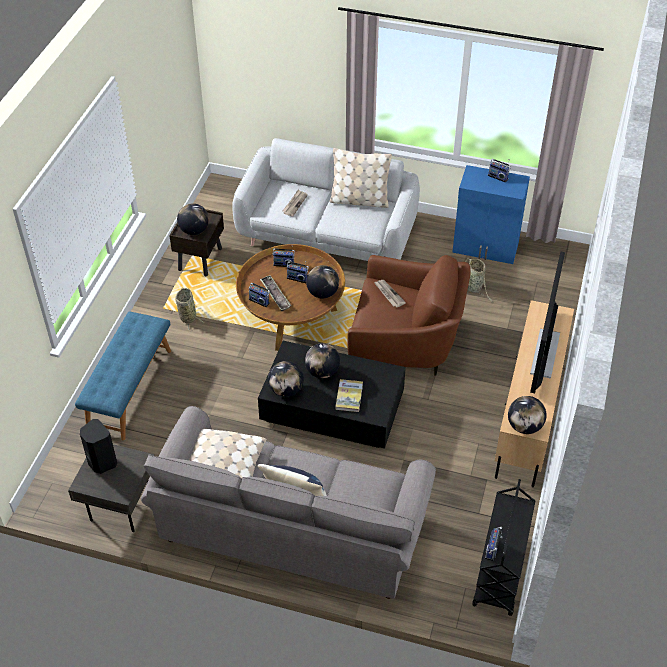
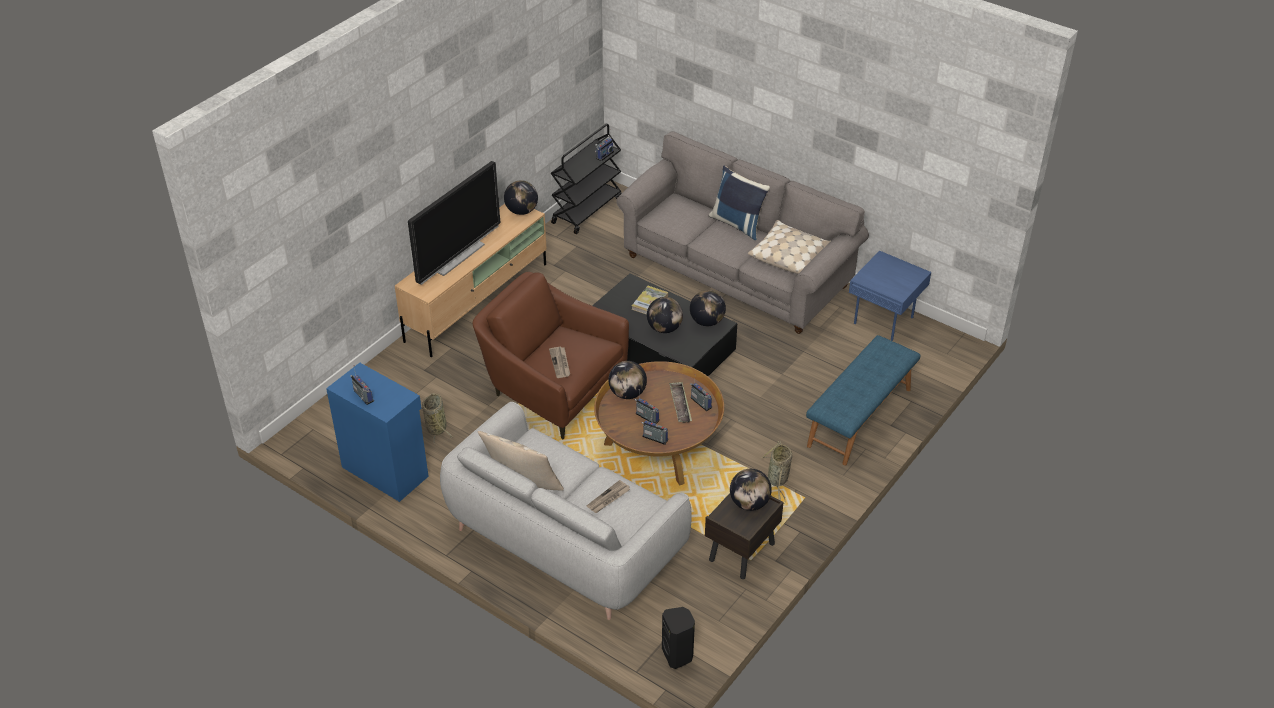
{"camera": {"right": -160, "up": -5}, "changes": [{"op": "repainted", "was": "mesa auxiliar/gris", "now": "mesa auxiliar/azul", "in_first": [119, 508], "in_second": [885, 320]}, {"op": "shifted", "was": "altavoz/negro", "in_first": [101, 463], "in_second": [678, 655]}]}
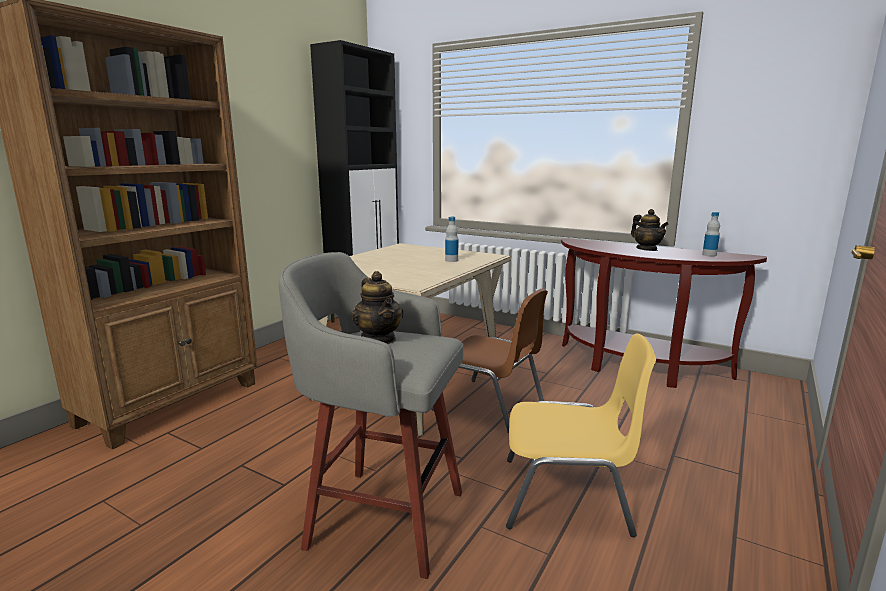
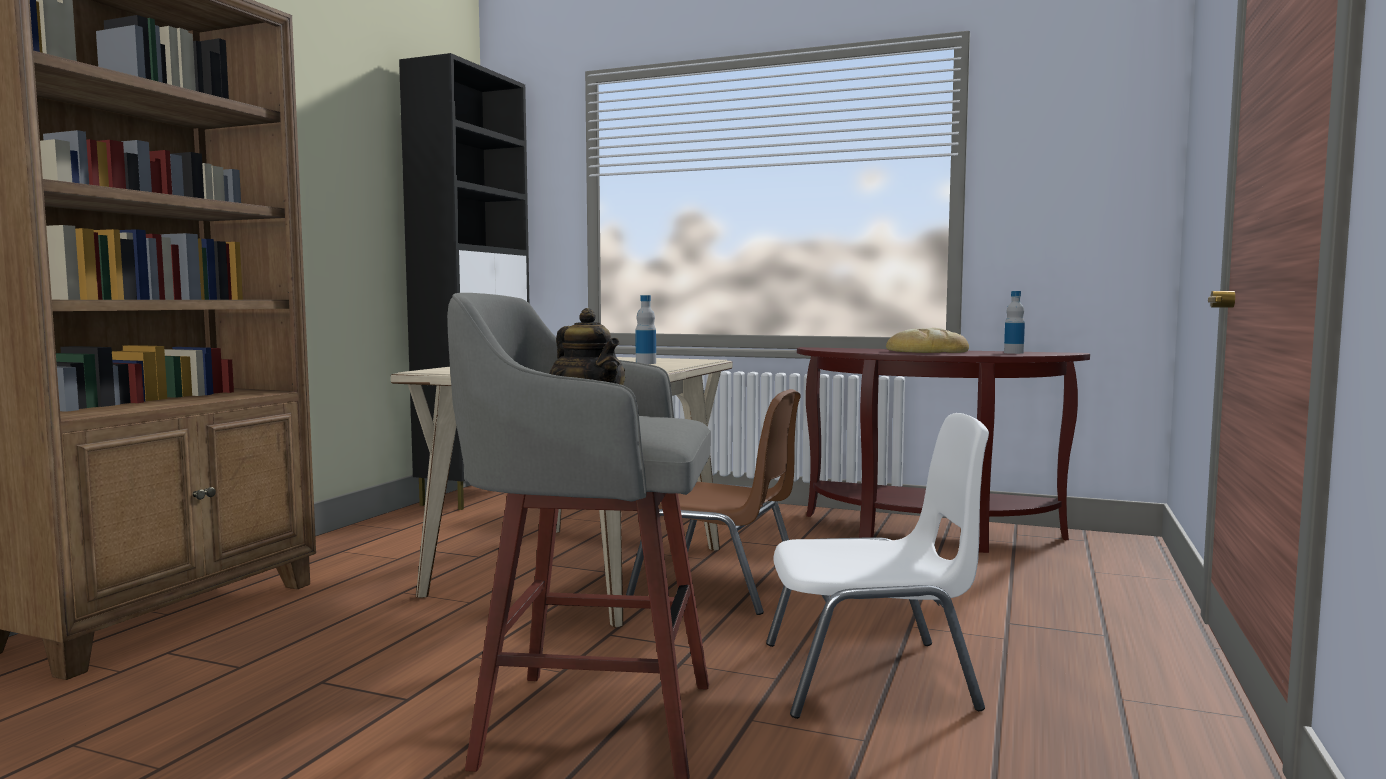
{"camera": {"right": -10, "up": -10}, "changes": [{"op": "repainted", "was": "silla/amarillo", "now": "silla/blanco", "in_first": [567, 496], "in_second": [871, 677]}, {"op": "swapped", "was": "tetera", "now": "pan", "in_first": [647, 249], "in_second": [925, 351]}]}
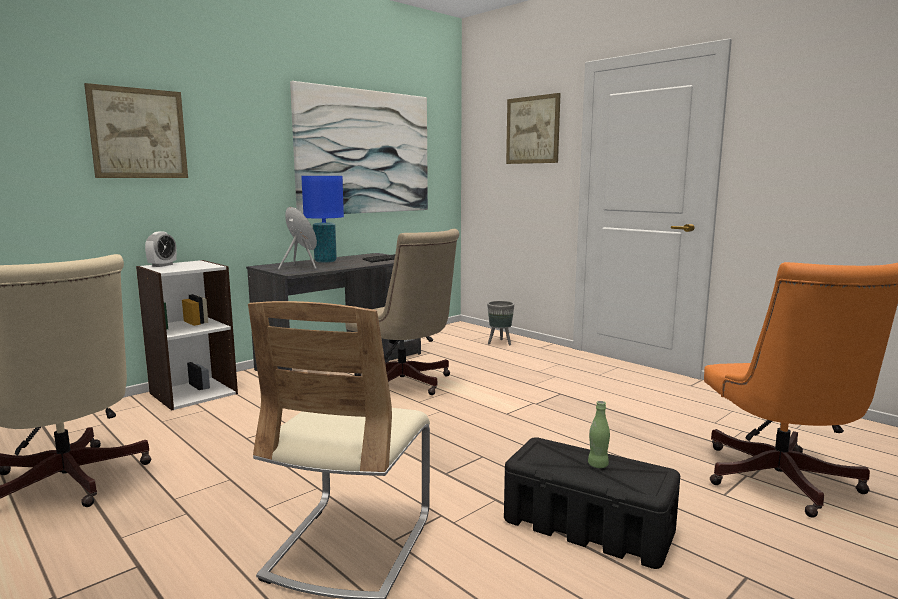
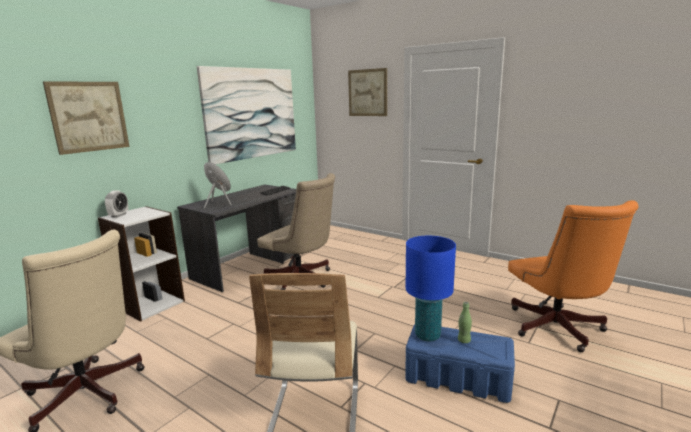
{"camera": {"right": -10, "up": 5}, "changes": [{"op": "shifted", "was": "lámpara de mesa/azul", "in_first": [325, 261], "in_second": [427, 335]}, {"op": "gone", "was": "maceta/gris", "in_first": [499, 343]}, {"op": "repainted", "was": "caja de almacenaje/negro", "now": "caja de almacenaje/azul", "in_first": [589, 526], "in_second": [458, 377]}]}
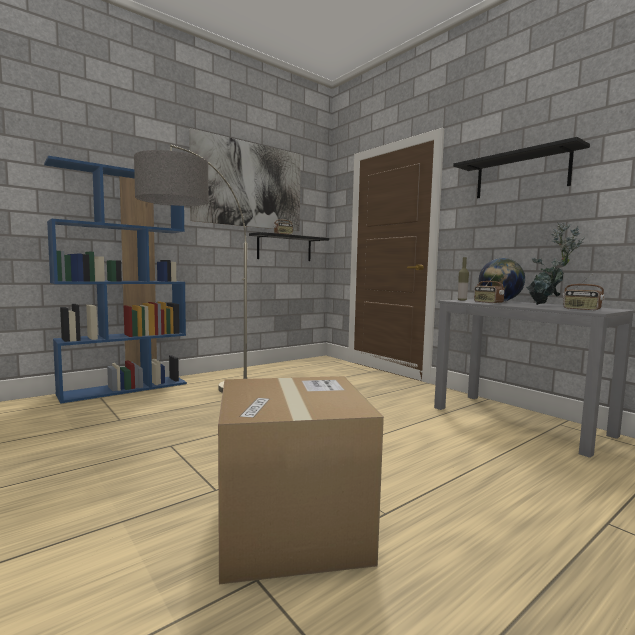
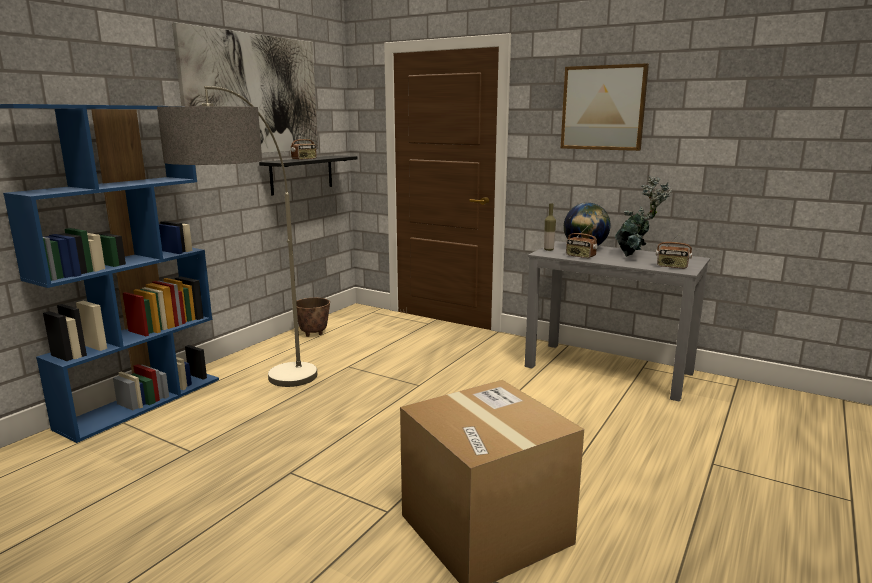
{"camera": {"right": -20, "up": 10}, "changes": [{"op": "swapped", "was": "estante/negro", "now": "cuadro", "in_first": [521, 175], "in_second": [603, 108]}, {"op": "new", "now": "maceta", "in_second": [313, 333]}]}
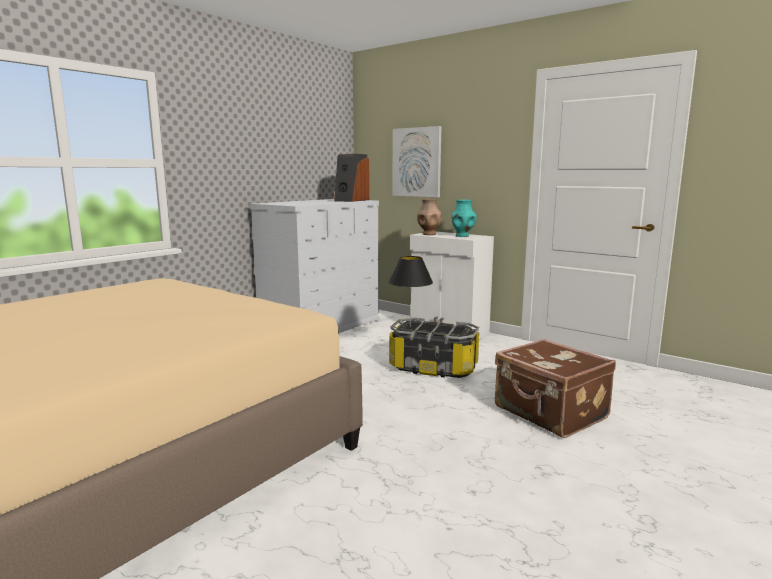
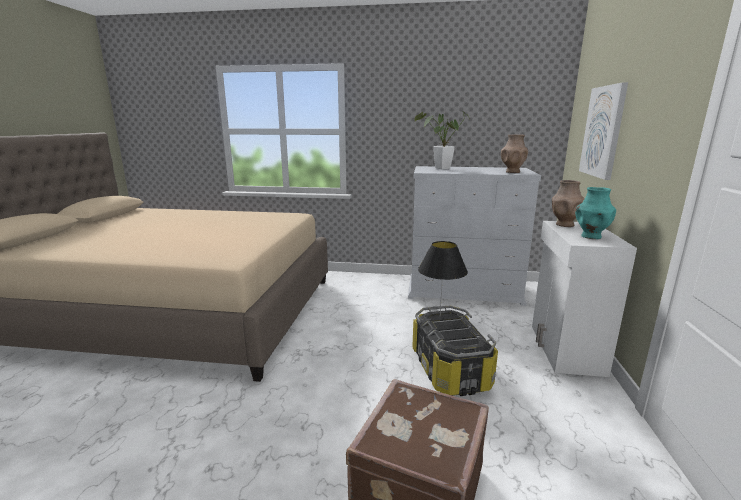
{"camera": {"right": 60, "up": 5}, "changes": [{"op": "swapped", "was": "altavoz", "now": "florero/marrón", "in_first": [351, 200], "in_second": [512, 172]}, {"op": "new", "now": "planta en maceta", "in_second": [439, 168]}]}
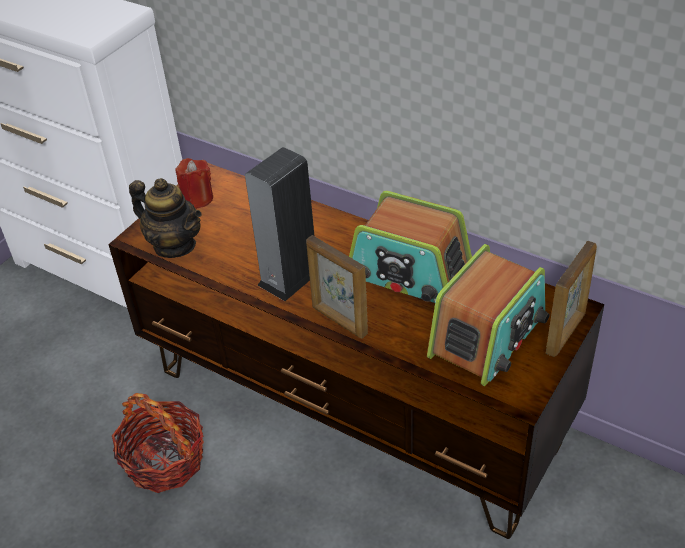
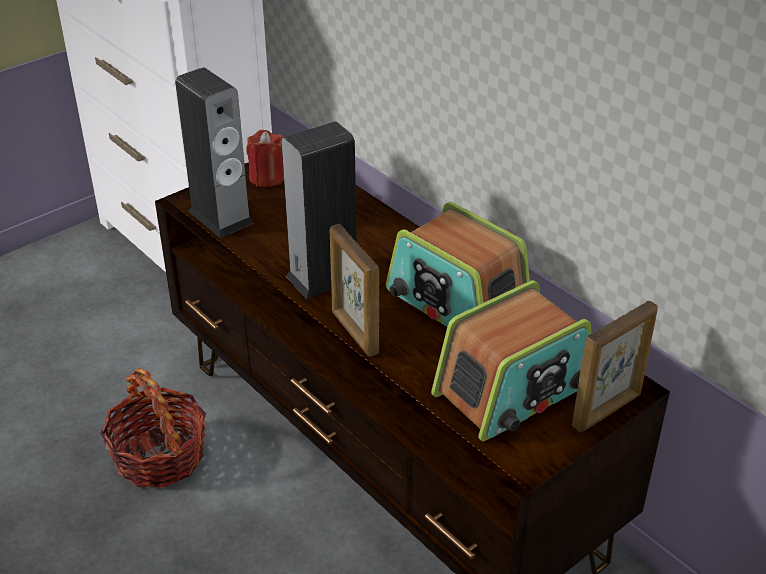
{"camera": {"right": 15, "up": -5}, "changes": [{"op": "swapped", "was": "tetera", "now": "altavoz", "in_first": [174, 245], "in_second": [220, 217]}]}
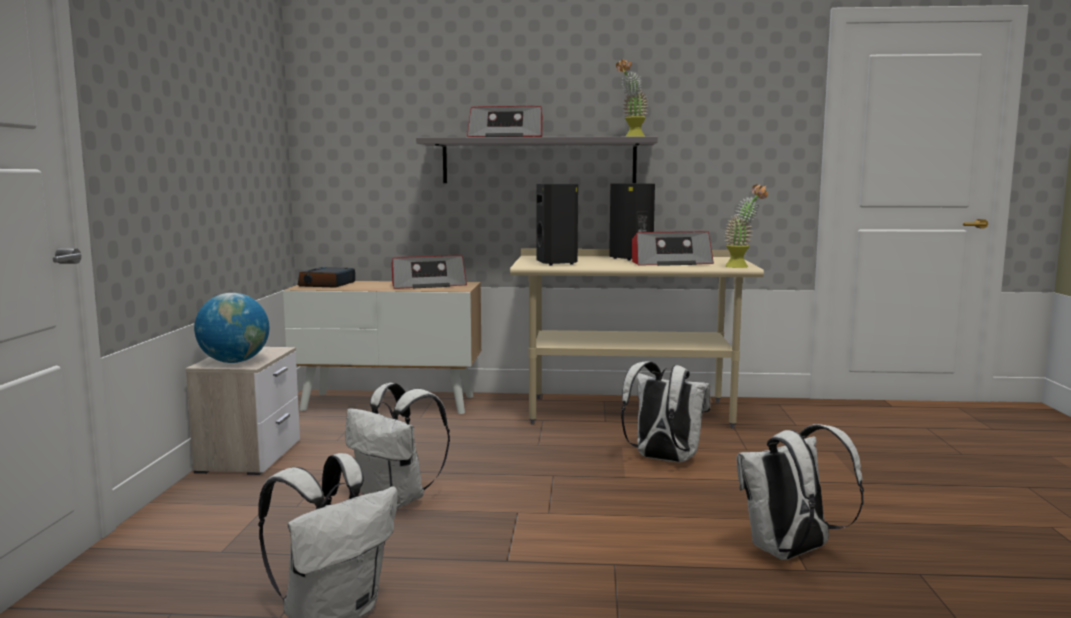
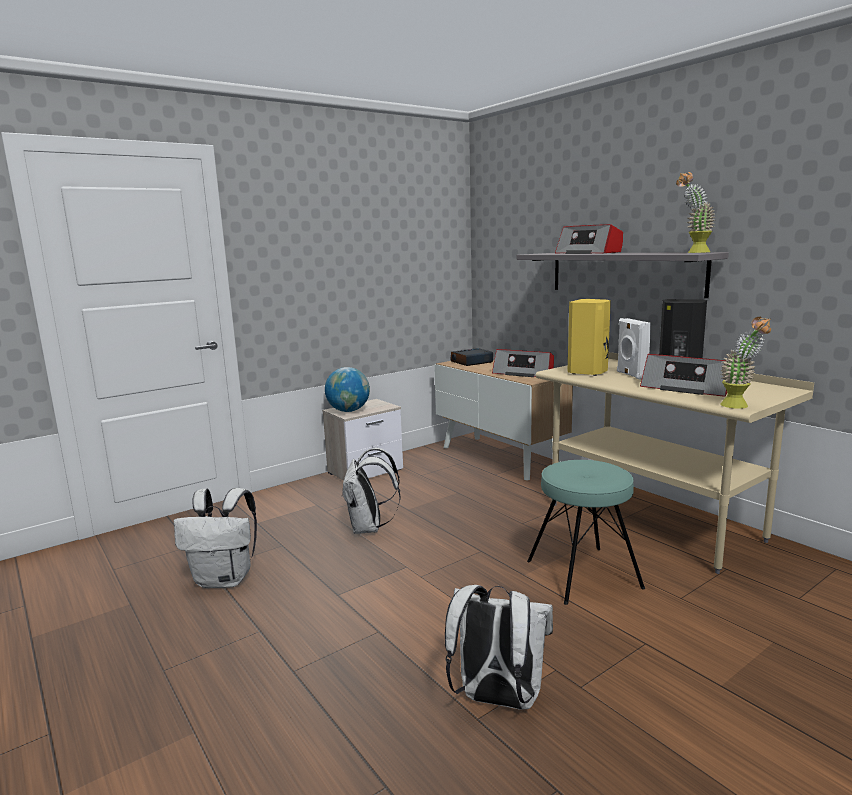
{"camera": {"right": 50, "up": 5}, "changes": [{"op": "repainted", "was": "altavoz/negro", "now": "altavoz/amarillo", "in_first": [557, 263], "in_second": [588, 372]}, {"op": "swapped", "was": "mochila/blanco", "now": "taburete/turquesa", "in_first": [663, 460], "in_second": [583, 574]}, {"op": "new", "now": "altavoz/blanco", "in_second": [630, 375]}]}
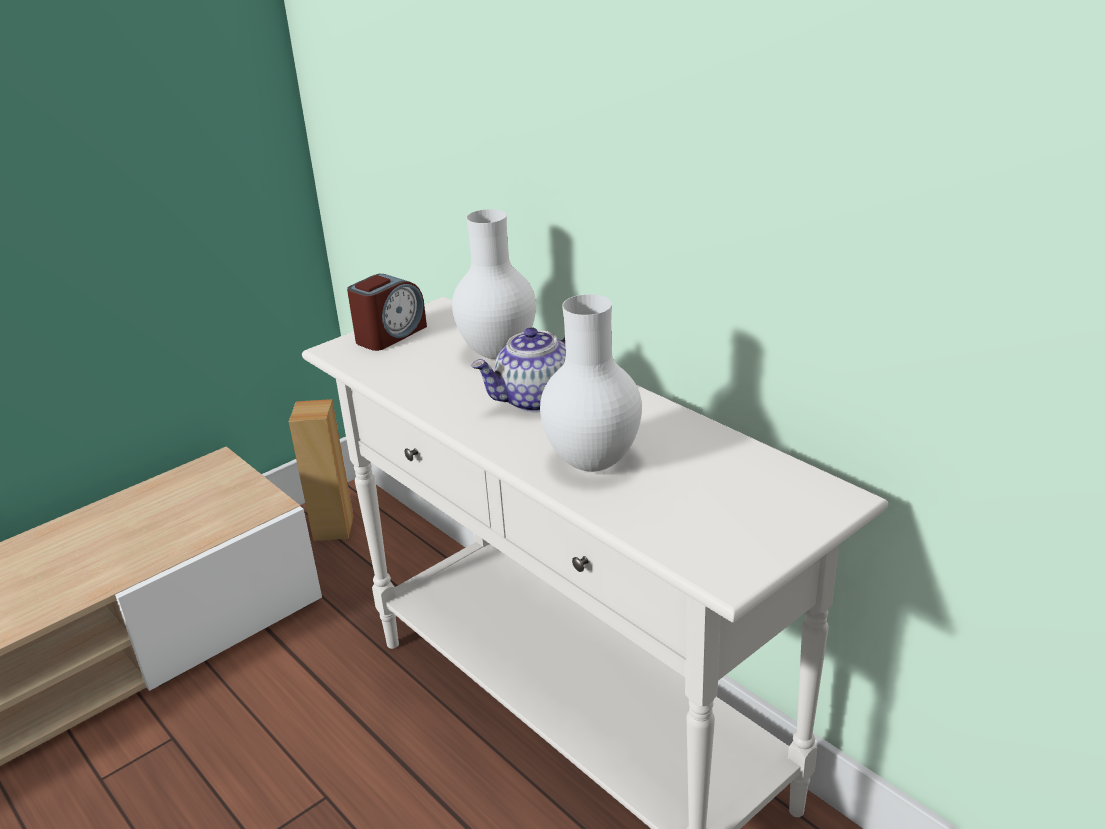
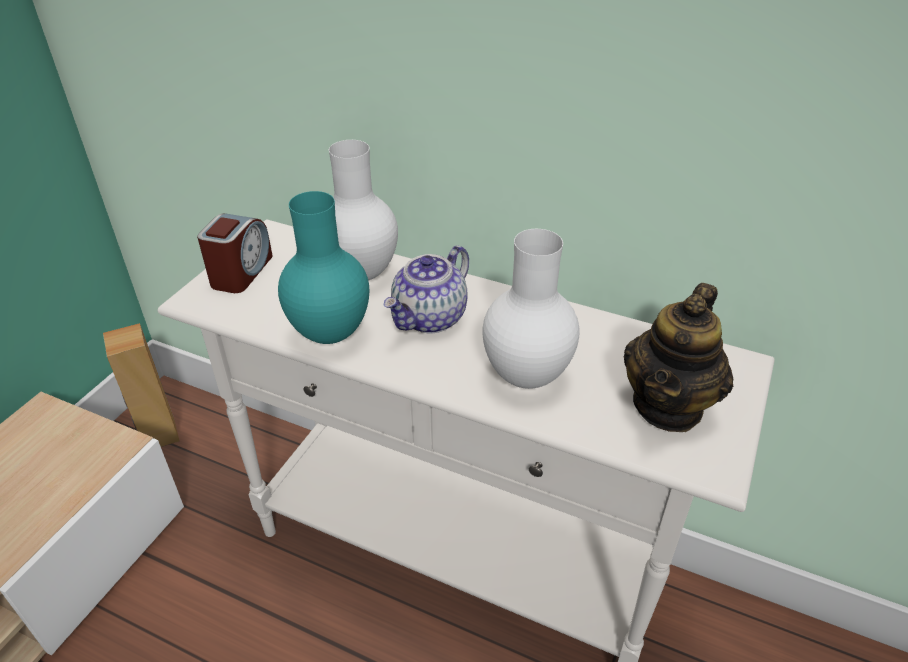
{"camera": {"right": -25, "up": 10}, "changes": [{"op": "new", "now": "florero/turquesa", "in_second": [332, 334]}, {"op": "new", "now": "tetera", "in_second": [668, 406]}]}
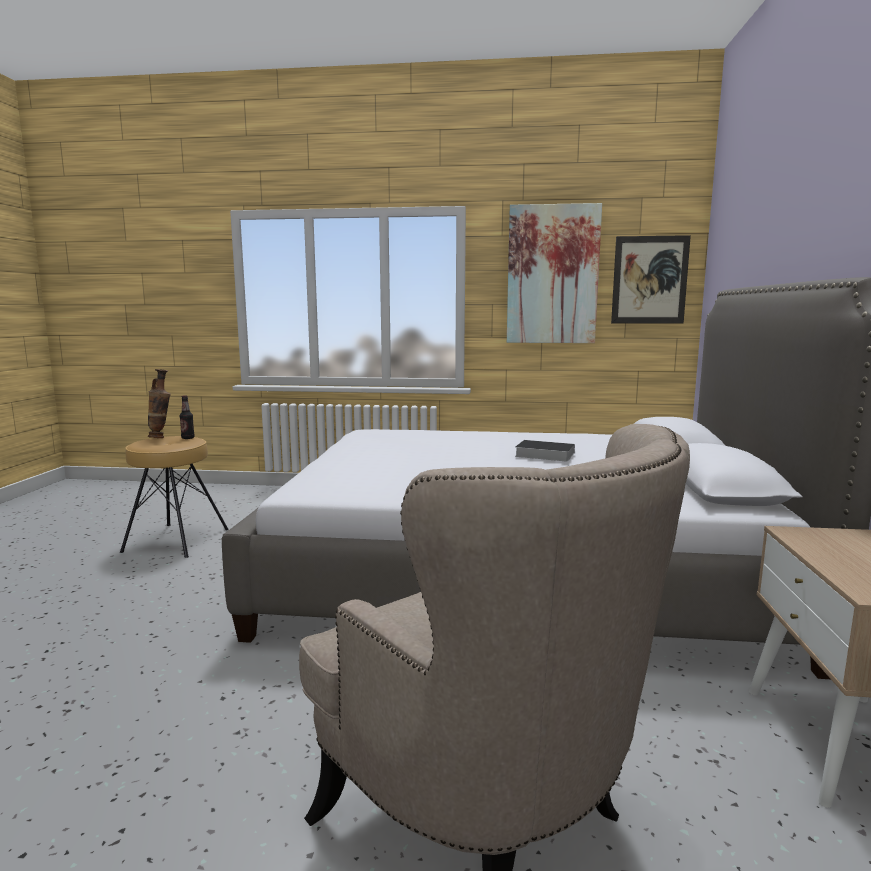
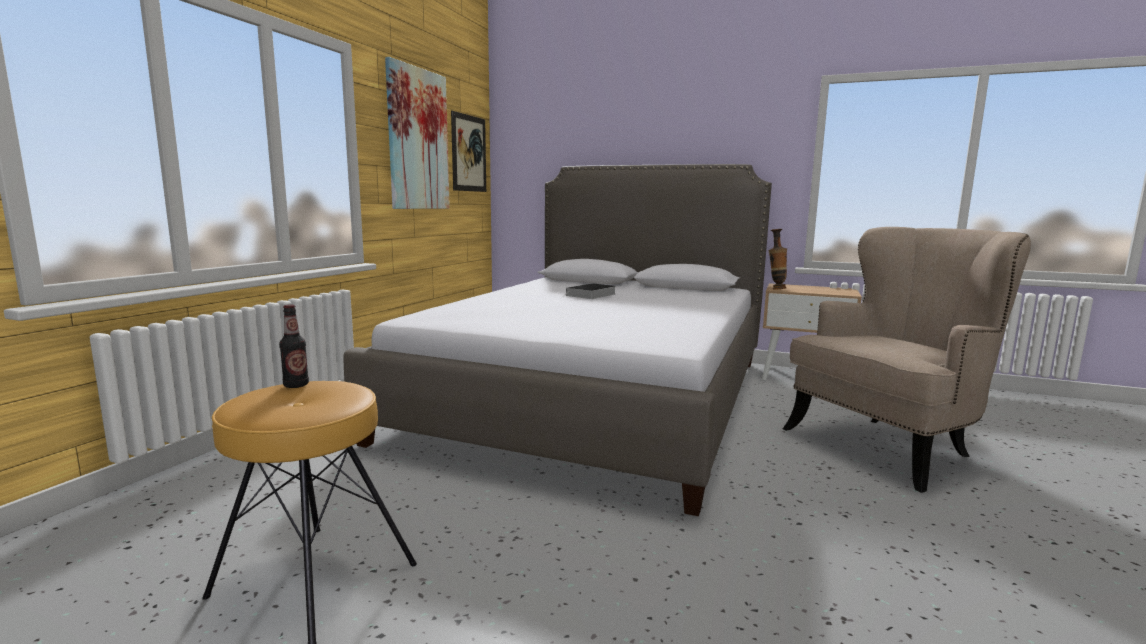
{"camera": {"right": -75, "up": 0}, "changes": [{"op": "shifted", "was": "florero", "in_first": [161, 437], "in_second": [775, 289]}]}
